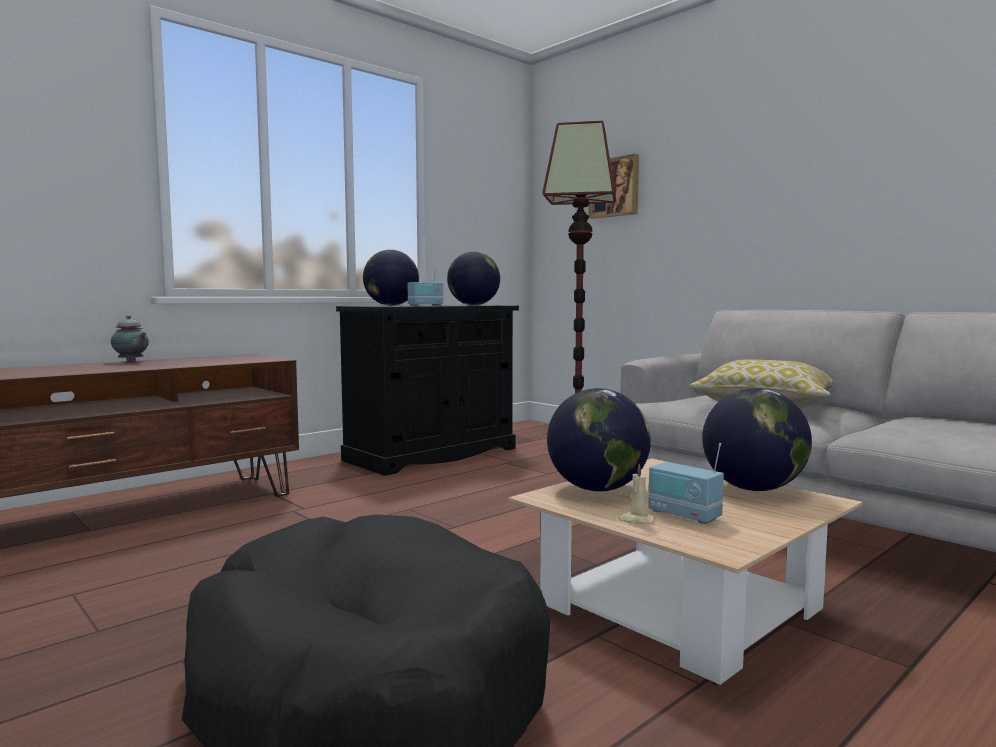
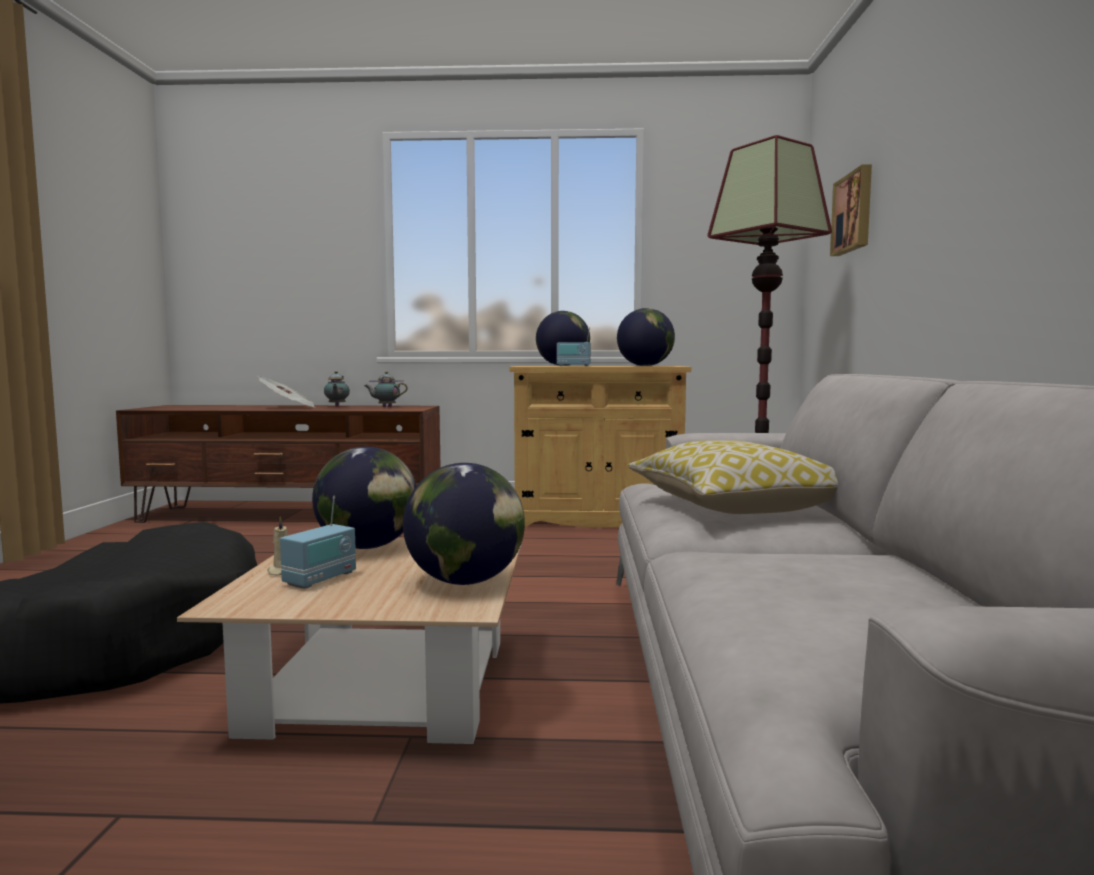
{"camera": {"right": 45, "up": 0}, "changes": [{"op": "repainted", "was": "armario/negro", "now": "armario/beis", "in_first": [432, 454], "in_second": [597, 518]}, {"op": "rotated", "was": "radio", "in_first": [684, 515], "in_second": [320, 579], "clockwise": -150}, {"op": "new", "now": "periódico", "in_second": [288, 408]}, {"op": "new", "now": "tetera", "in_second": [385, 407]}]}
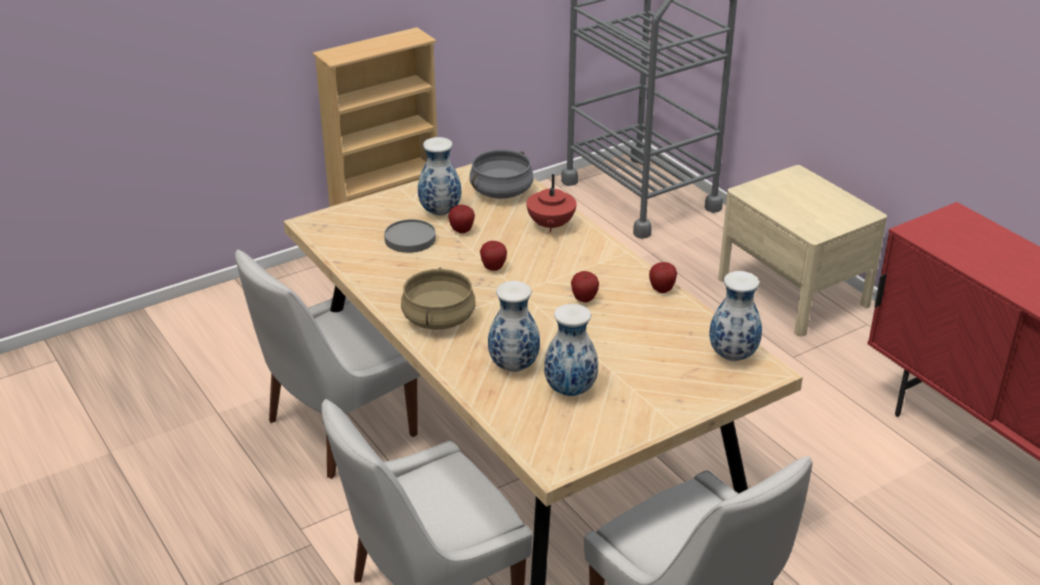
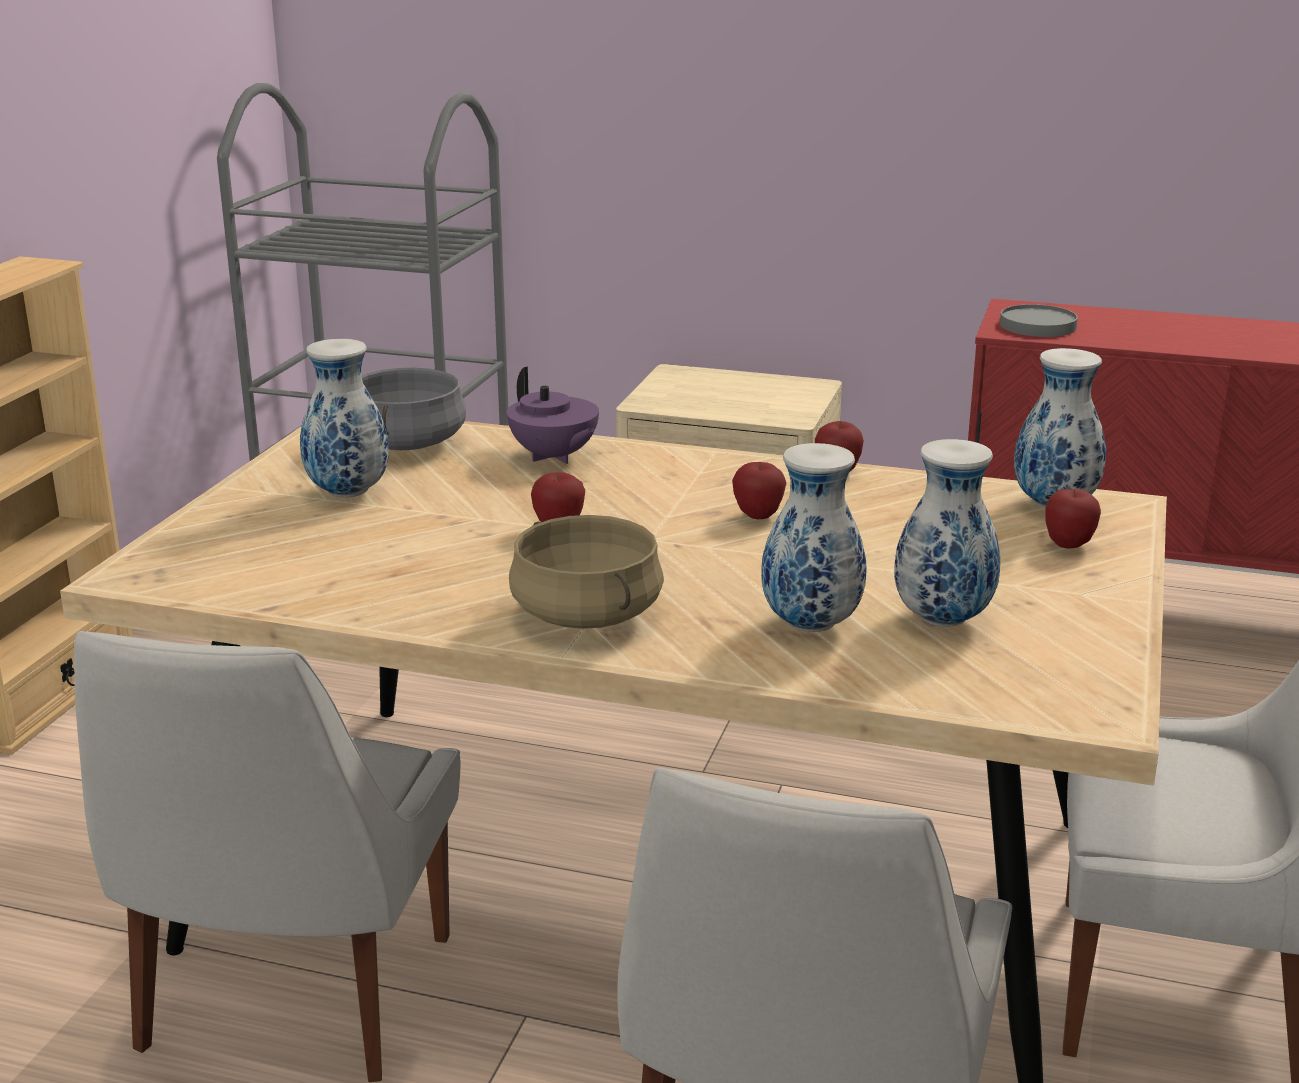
{"camera": {"right": -40, "up": -10}, "changes": [{"op": "shifted", "was": "plato/gris", "in_first": [410, 239], "in_second": [1037, 325]}, {"op": "shifted", "was": "manzana", "in_first": [462, 231], "in_second": [1068, 545]}, {"op": "repainted", "was": "tetera/rojo", "now": "tetera/morado", "in_first": [550, 225], "in_second": [554, 457]}]}
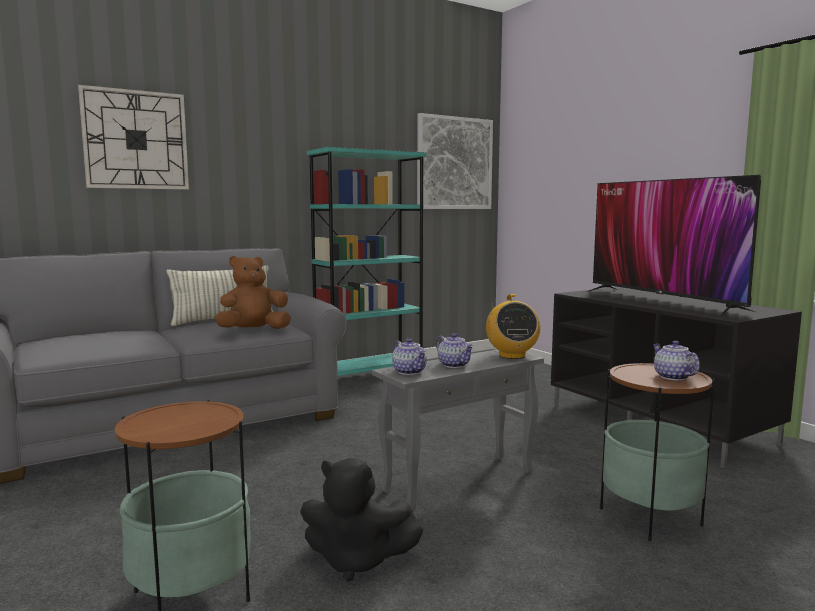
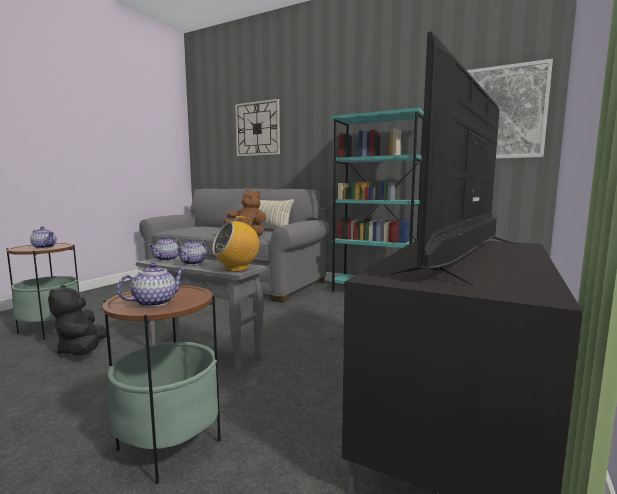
{"camera": {"right": 60, "up": 0}, "changes": [{"op": "new", "now": "tetera", "in_second": [45, 247]}]}
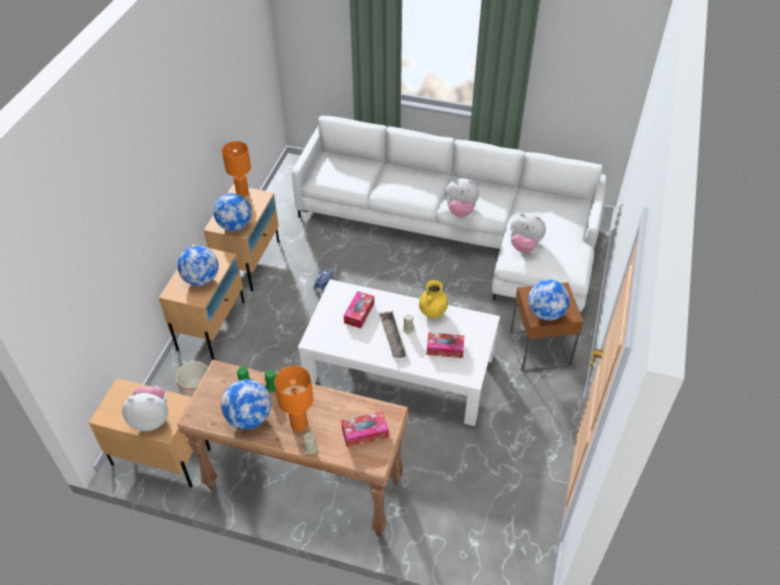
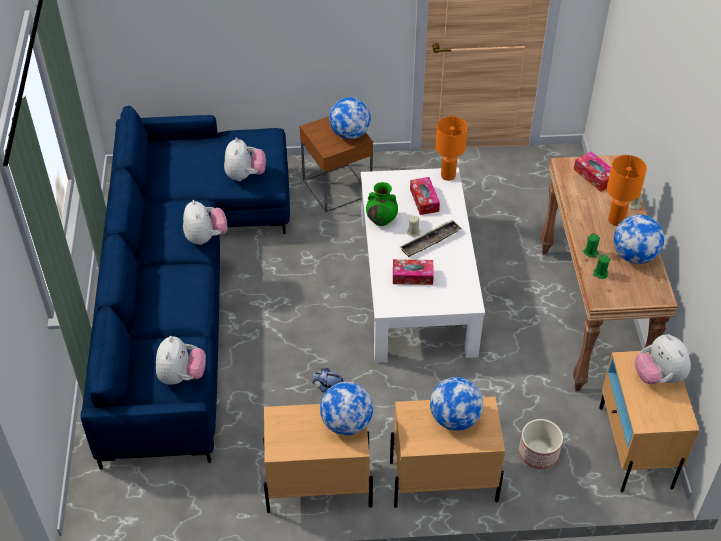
{"camera": {"right": -110, "up": 0}, "changes": [{"op": "shifted", "was": "lámpara de mesa/naranja", "in_first": [242, 192], "in_second": [447, 176]}, {"op": "repainted", "was": "sofá/blanco", "now": "sofá/azul", "in_first": [459, 232], "in_second": [183, 285]}, {"op": "repainted", "was": "florero/amarillo", "now": "florero/verde", "in_first": [432, 313], "in_second": [382, 220]}, {"op": "new", "now": "peluche", "in_second": [181, 376]}]}
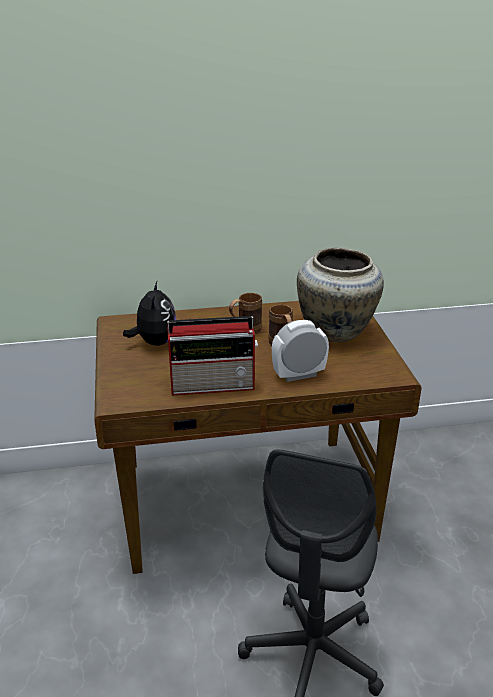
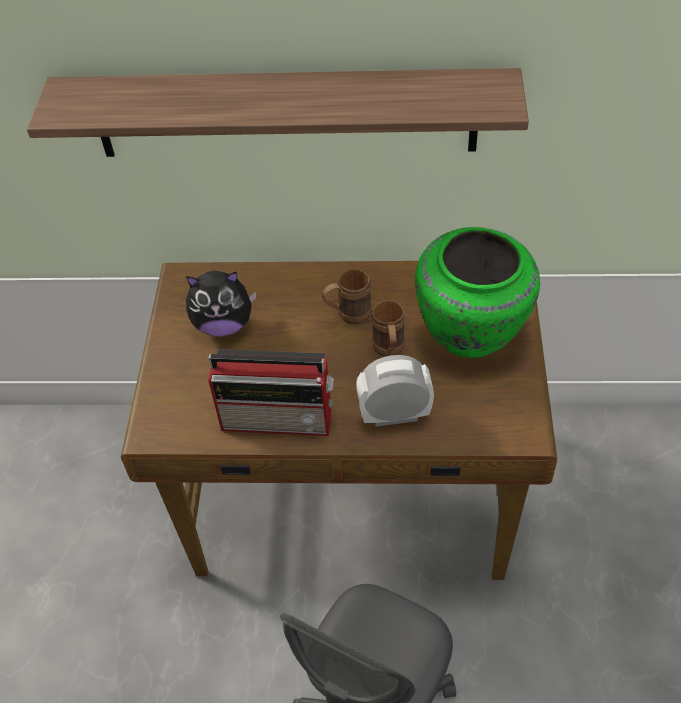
{"camera": {"right": 15, "up": 20}, "changes": [{"op": "rotated", "was": "peluche", "in_first": [155, 342], "in_second": [223, 324], "clockwise": 75}, {"op": "repainted", "was": "florero/beis", "now": "florero/verde", "in_first": [336, 332], "in_second": [471, 334]}, {"op": "new", "now": "estante", "in_second": [285, 113]}]}
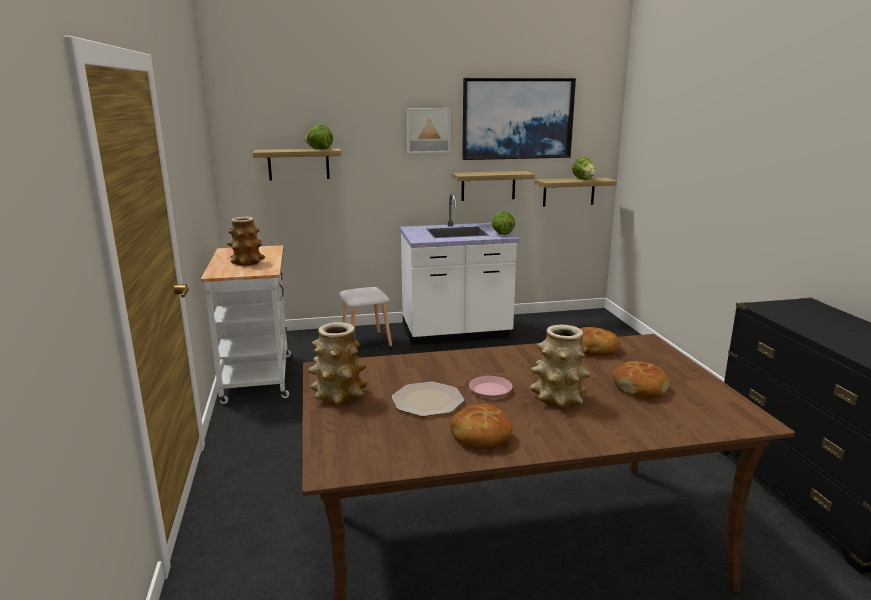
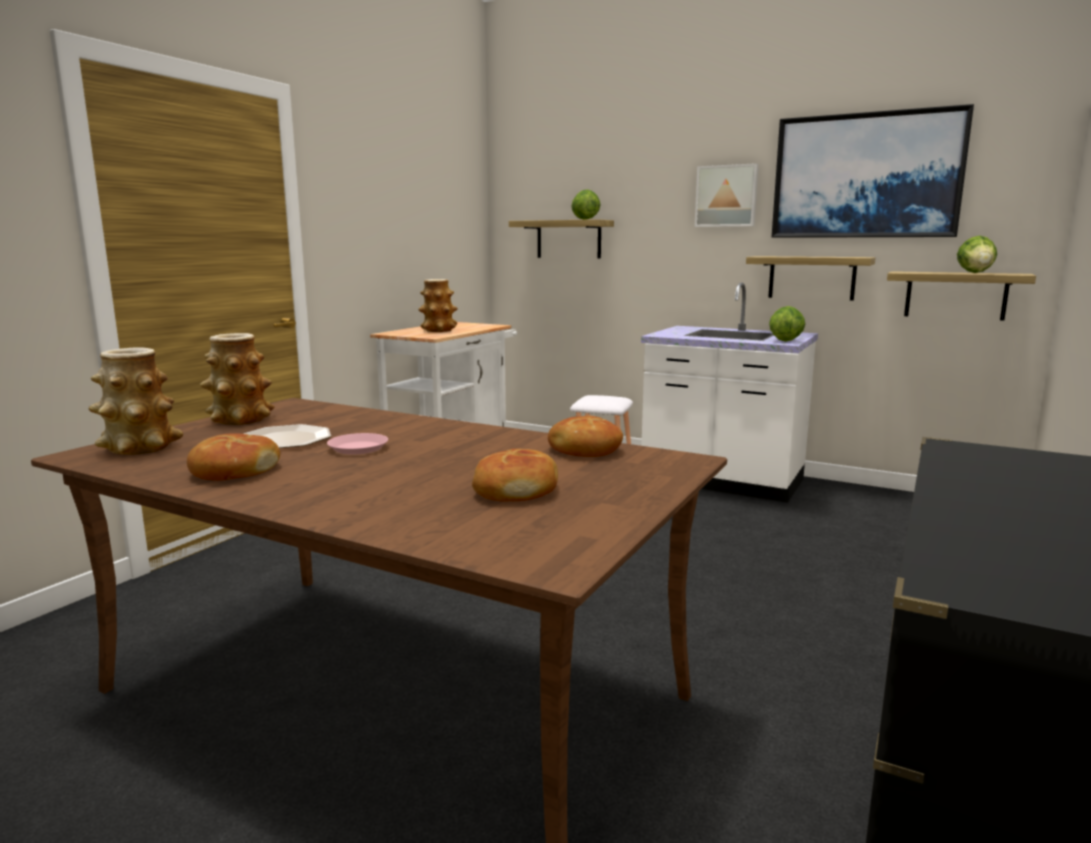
{"camera": {"right": 40, "up": -5}, "changes": [{"op": "shifted", "was": "florero", "in_first": [558, 399], "in_second": [139, 448]}]}
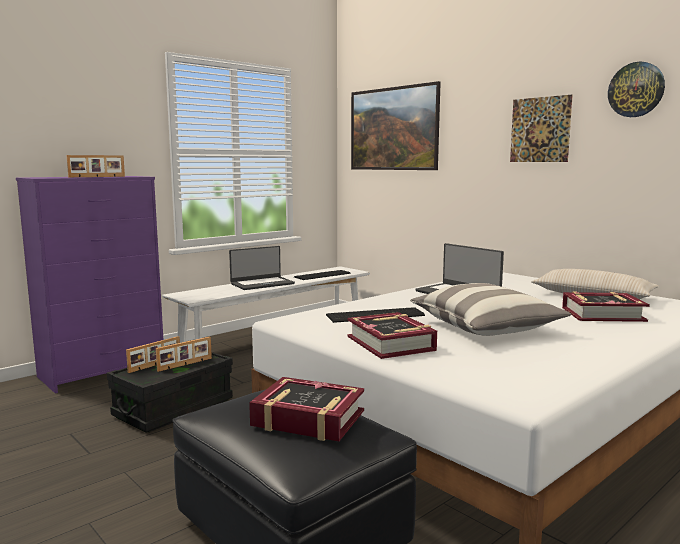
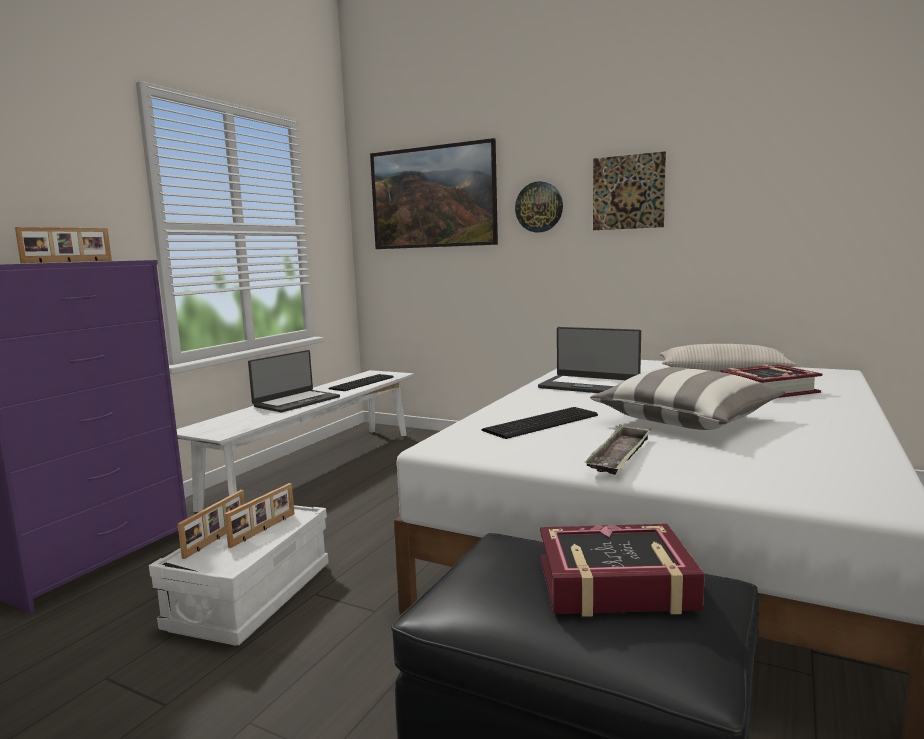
{"camera": {"right": -20, "up": 0}, "changes": [{"op": "repainted", "was": "caja de almacenaje/negro", "now": "caja de almacenaje/blanco", "in_first": [174, 408], "in_second": [251, 596]}, {"op": "swapped", "was": "libro", "now": "bandeja", "in_first": [391, 343], "in_second": [620, 456]}, {"op": "shifted", "was": "reloj de pared", "in_first": [636, 90], "in_second": [539, 207]}]}
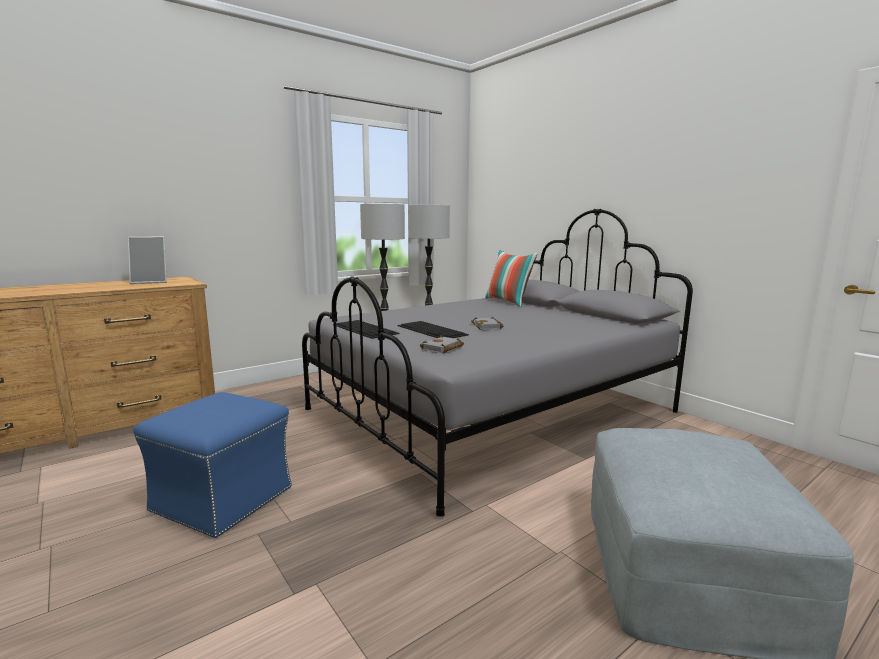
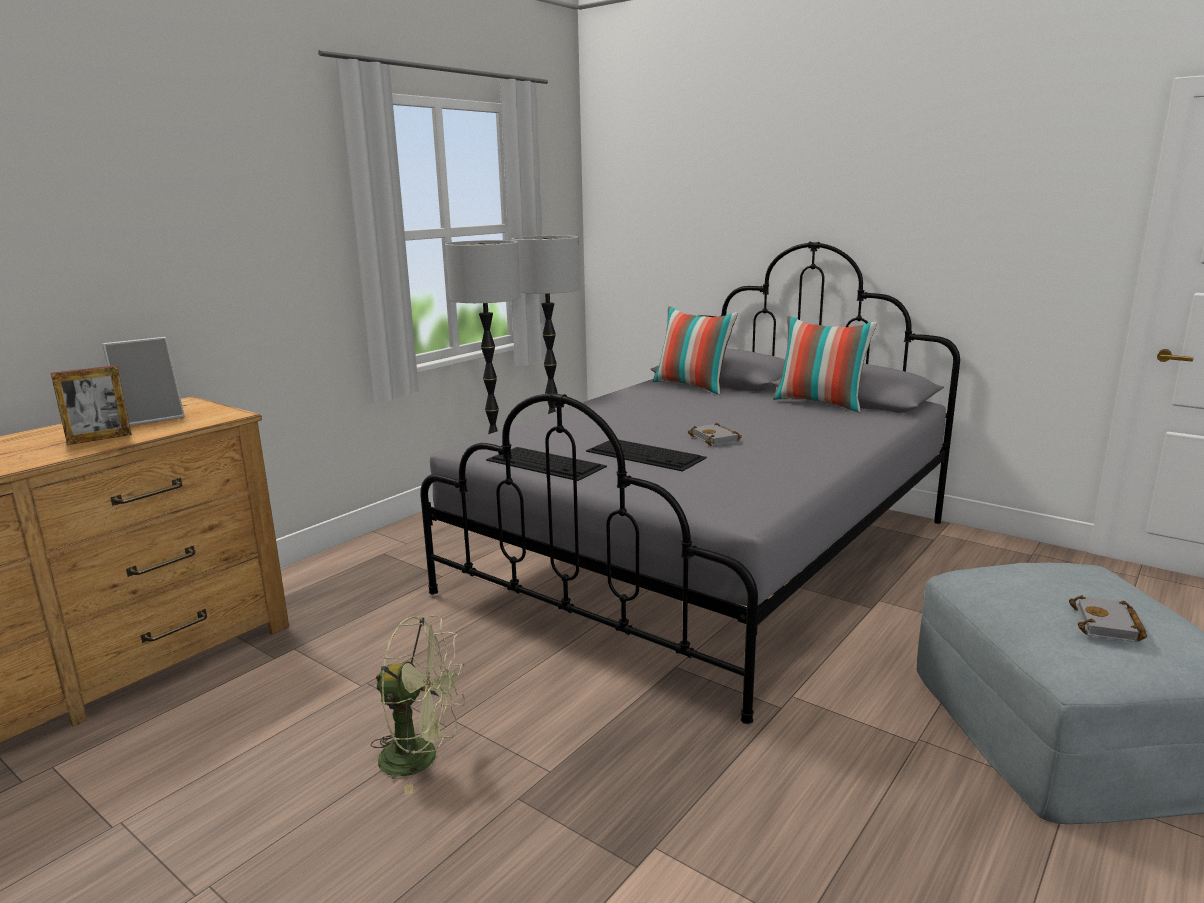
{"camera": {"right": -15, "up": 5}, "changes": [{"op": "swapped", "was": "puf/azul", "now": "ventilador/verde", "in_first": [224, 498], "in_second": [422, 758]}, {"op": "shifted", "was": "libro/gris", "in_first": [442, 348], "in_second": [1108, 625]}, {"op": "new", "now": "portarretratos", "in_second": [99, 438]}, {"op": "new", "now": "cojín", "in_second": [820, 403]}]}
